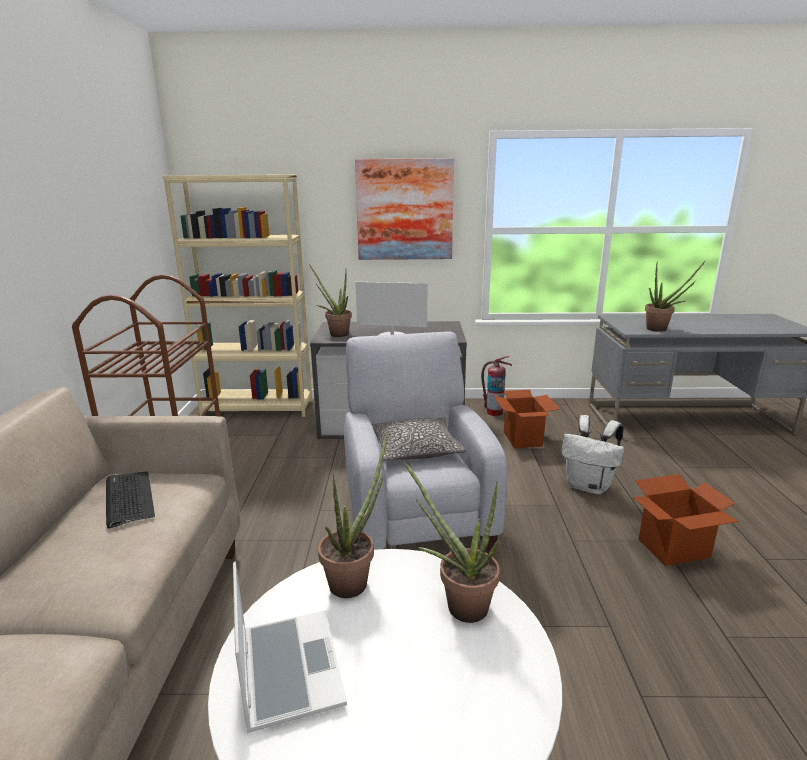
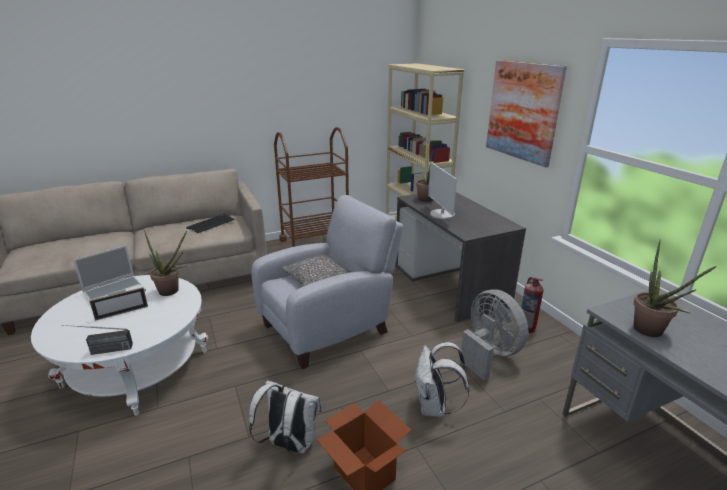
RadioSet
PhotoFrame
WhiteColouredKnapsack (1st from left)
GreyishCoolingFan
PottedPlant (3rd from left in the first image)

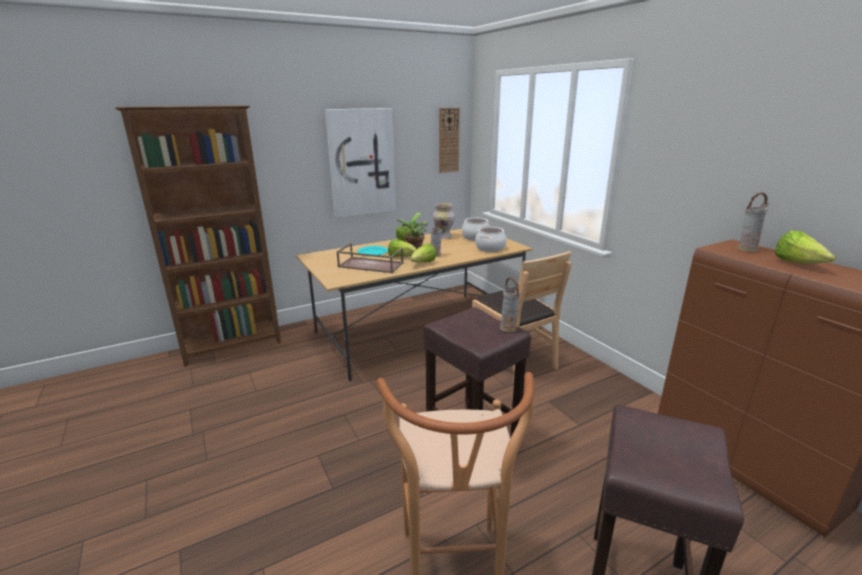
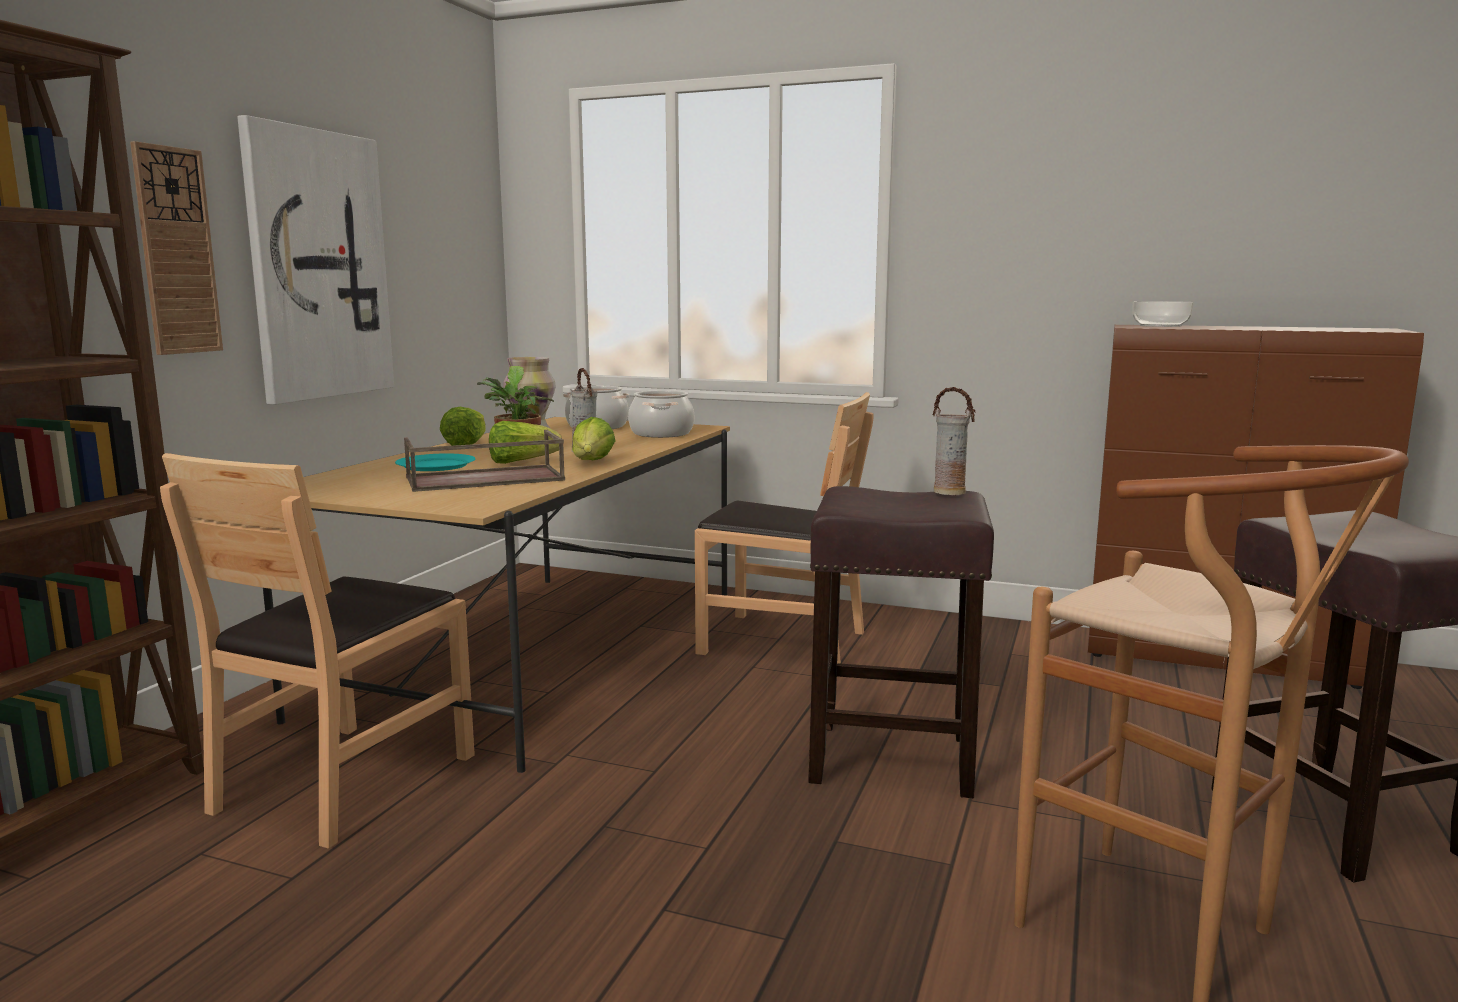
ClockOnTheWall
BrownChair (1st from left)
ServingBowl
LettuceHead (4th from left in the first image)

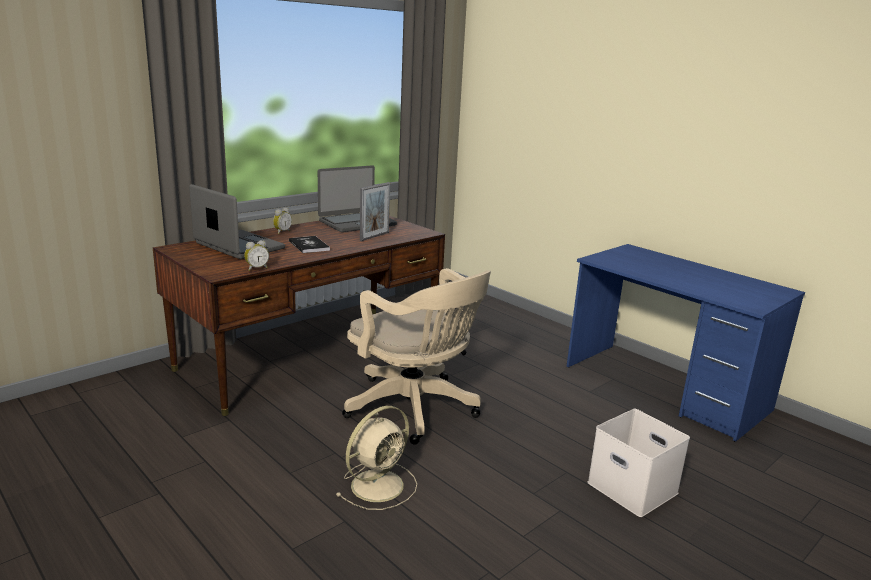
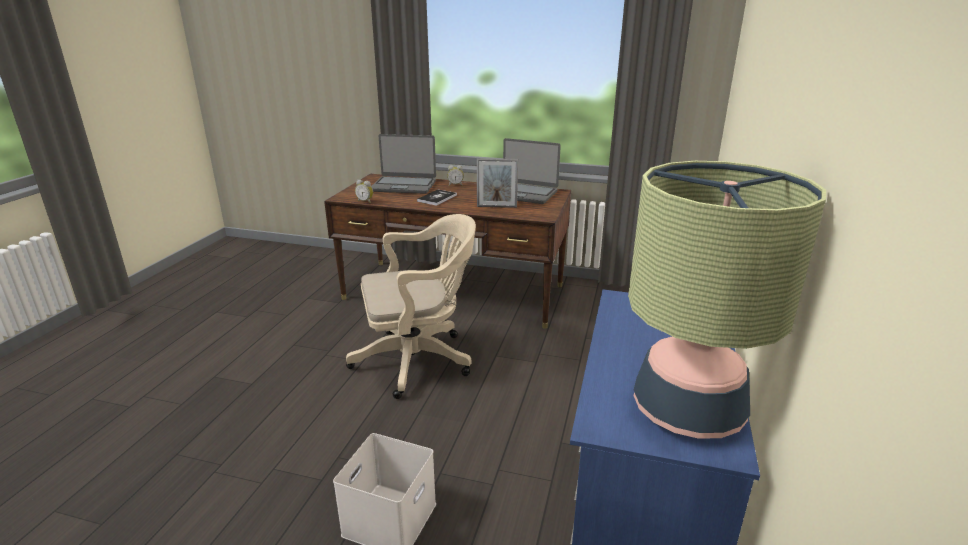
BeigeOfficeChair
NotebookComputer (1st from left)
LampForATable
BeigeCoolingFan

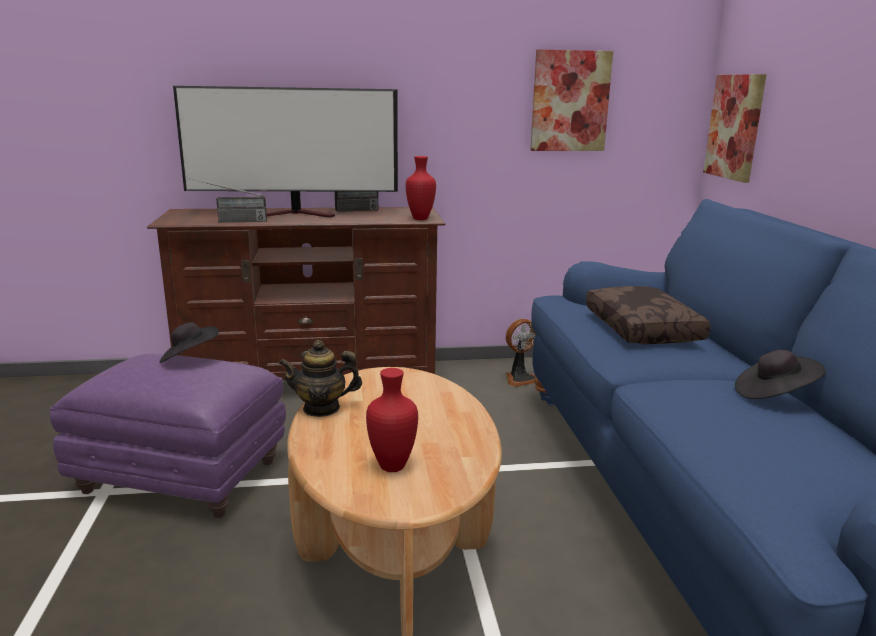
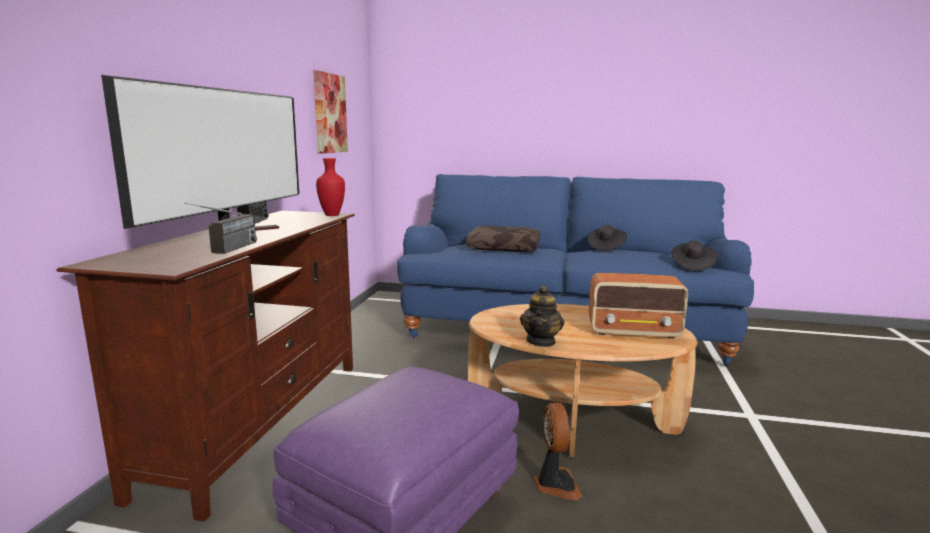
CoolingFan
RadioSet (3rd from left)
BlackishClothingHat (2nd from left)
WallPicture (2nd from left in the first image)

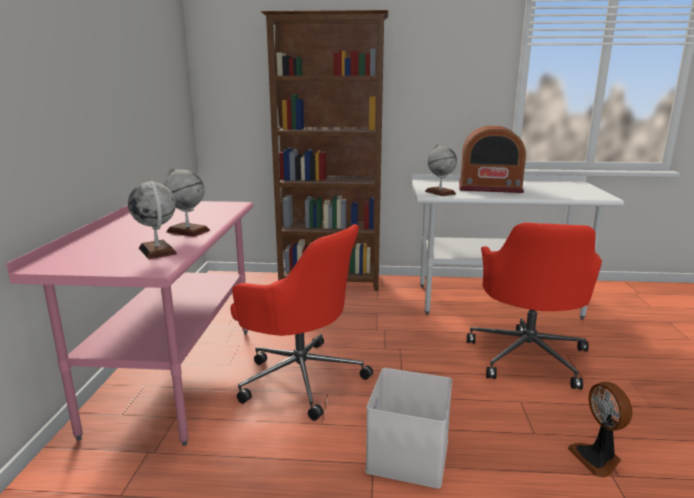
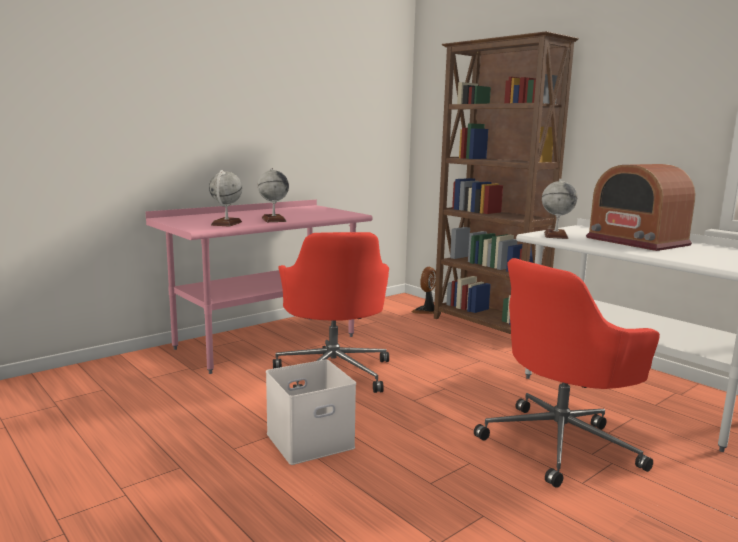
CoolingFan

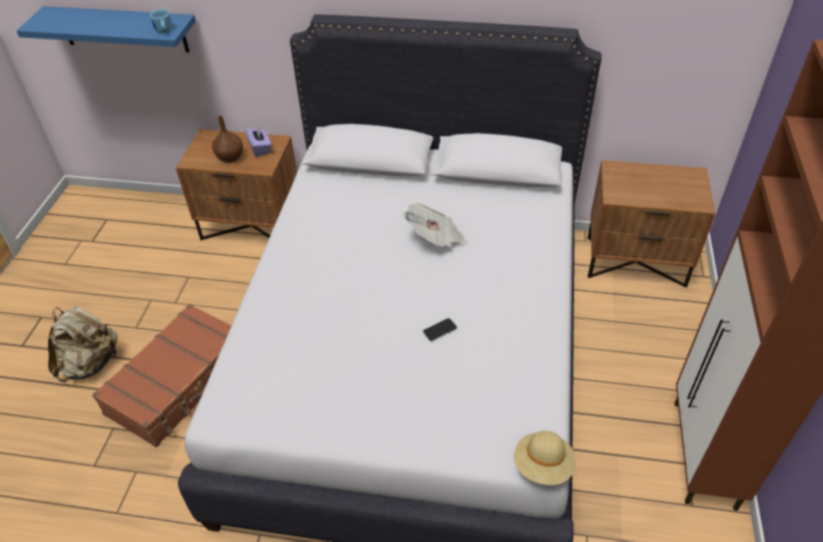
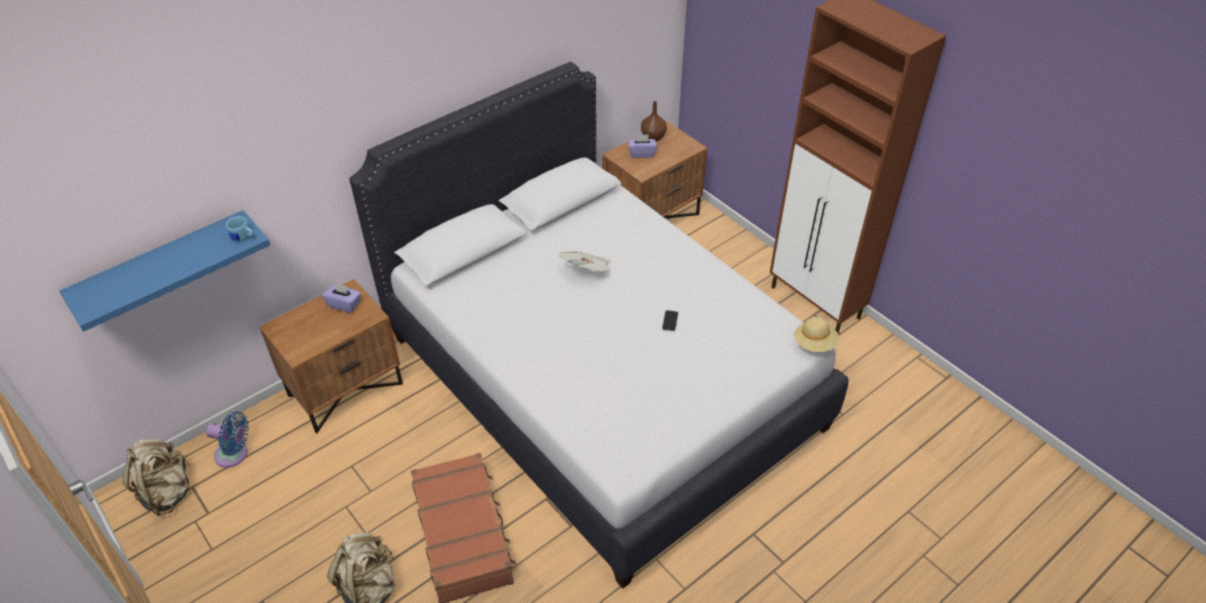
BeigeKnapsack (1st from left)
BlueCoolingFan
PurpleColouredTissueBox (2nd from left)
BrownFlowerVase

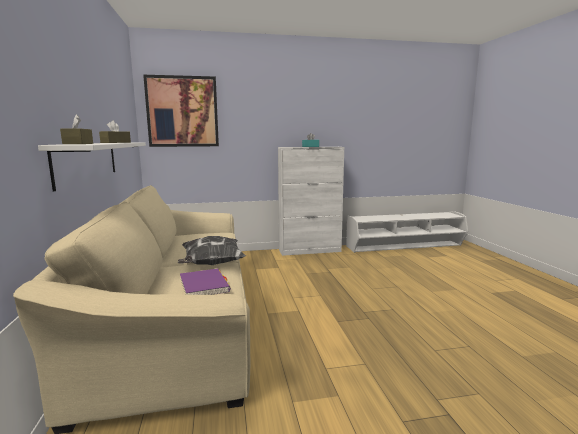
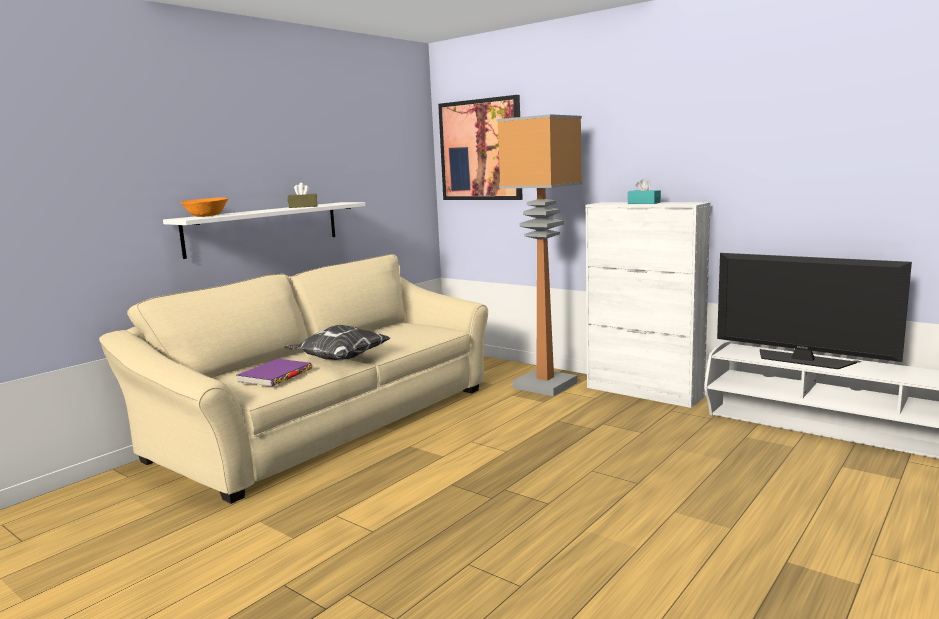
OrangeColouredServingBowl
StandingLamp
Television

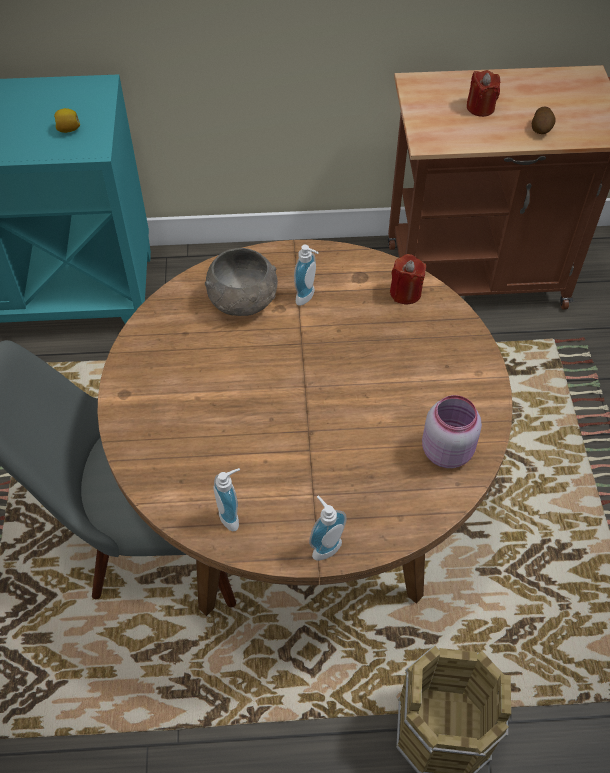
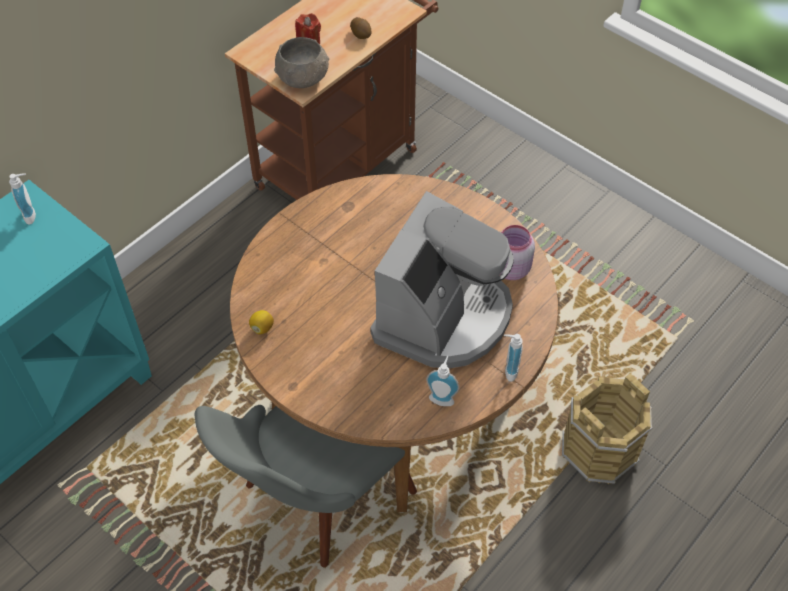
LiquidSoapBottle (1st from left)
CitrusFruit
GreyishServingBowl
CoffeeBrewer
RedColouredCandle (1st from left in the first image)

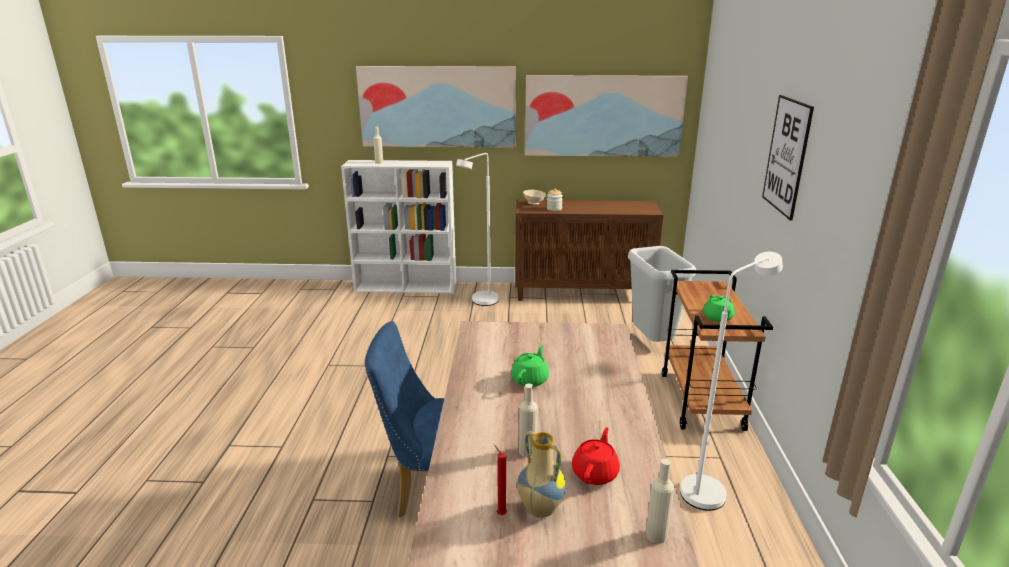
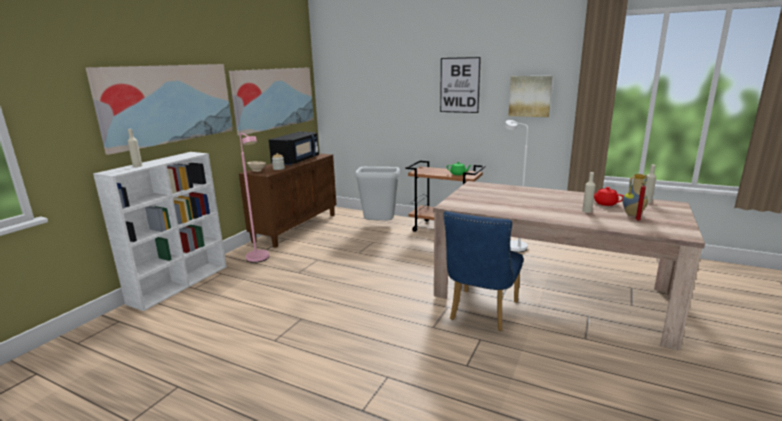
PinkStandingLamp
BlackishMicrowave
WallPicture (4th from left)
GreenishPotForTea (1st from left in the first image)

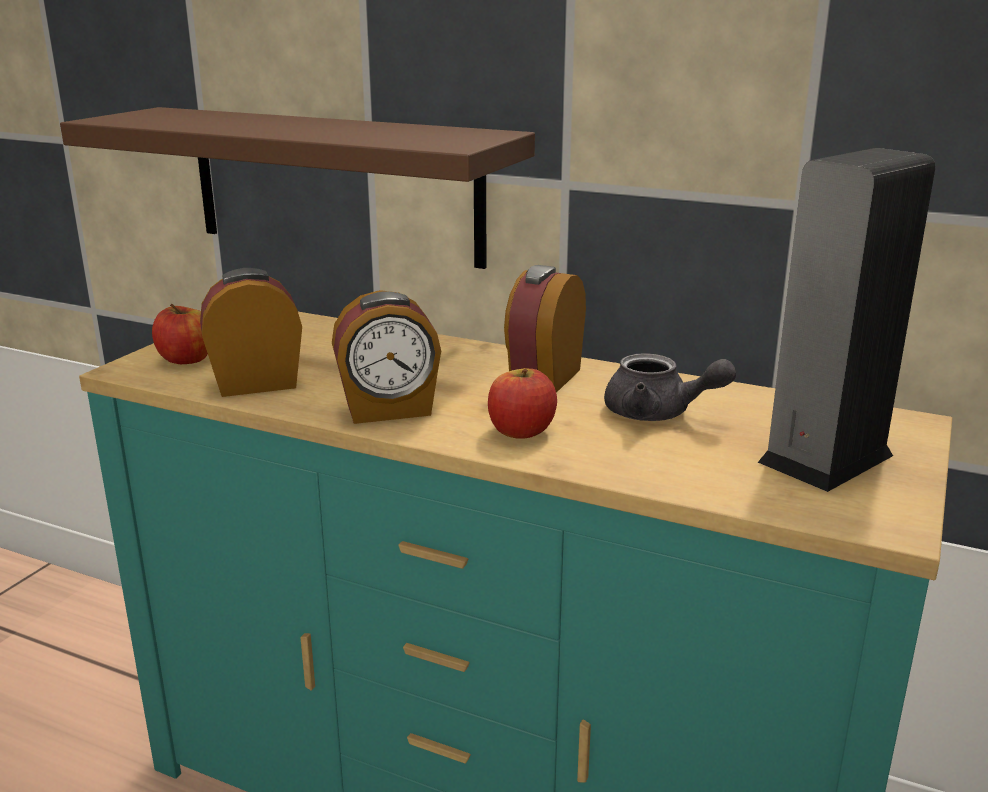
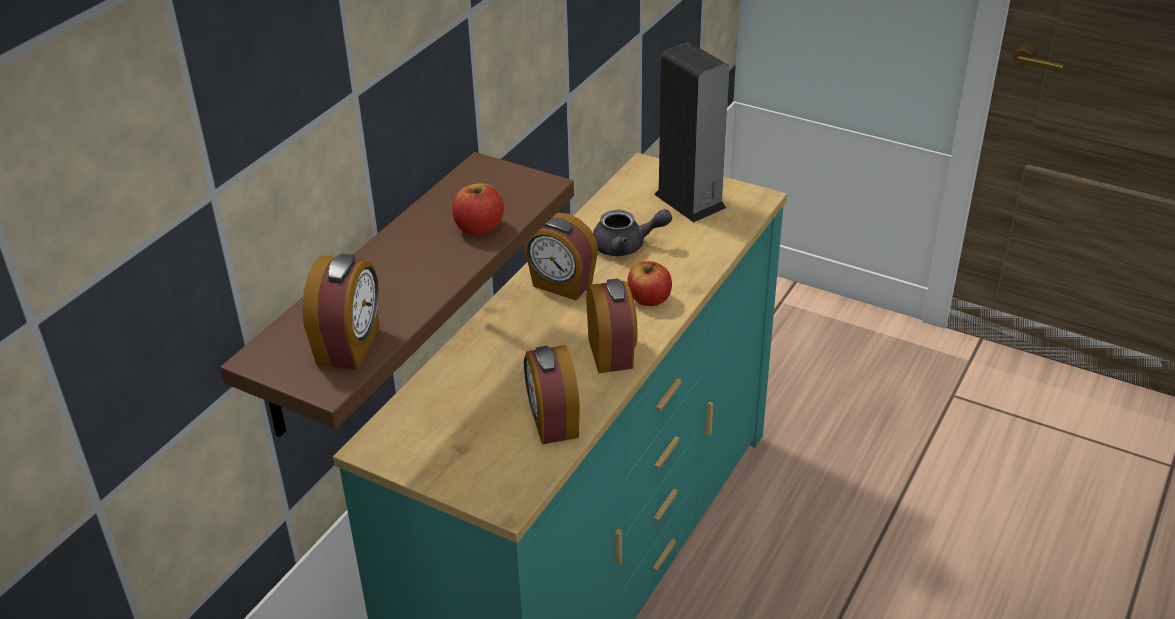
TableClock (1st from left)
Apple (1st from left)
GreyishPotForTea

